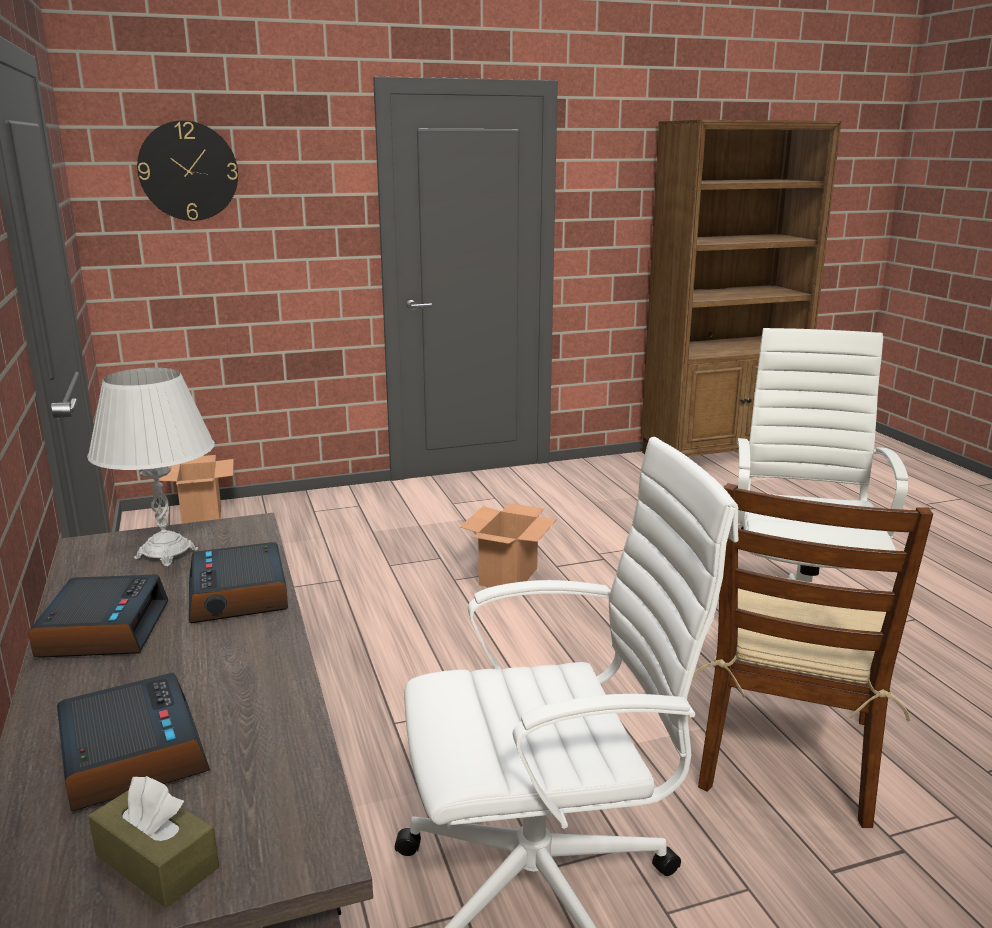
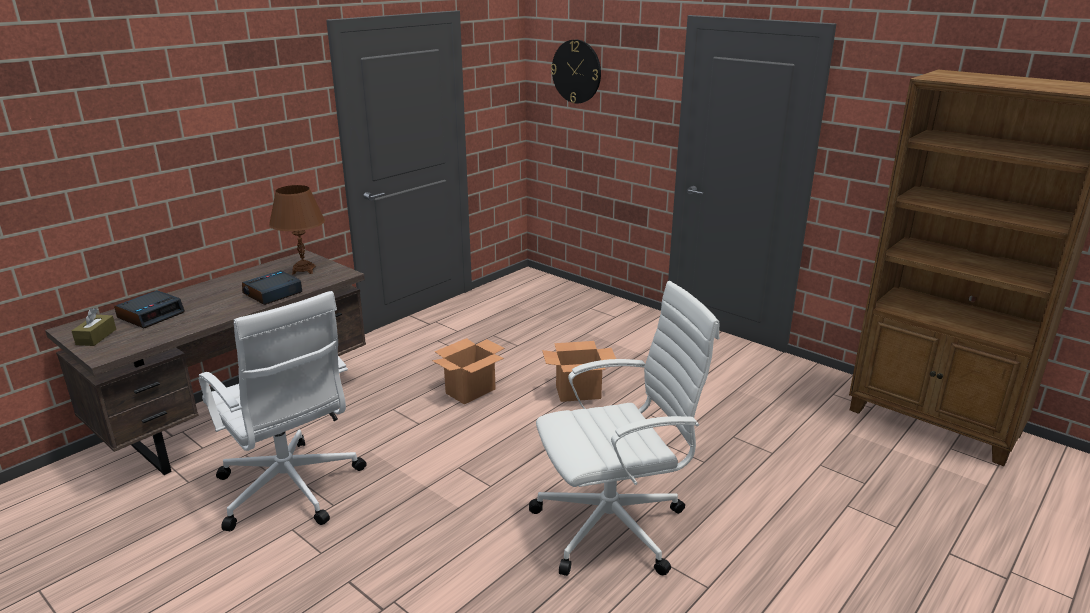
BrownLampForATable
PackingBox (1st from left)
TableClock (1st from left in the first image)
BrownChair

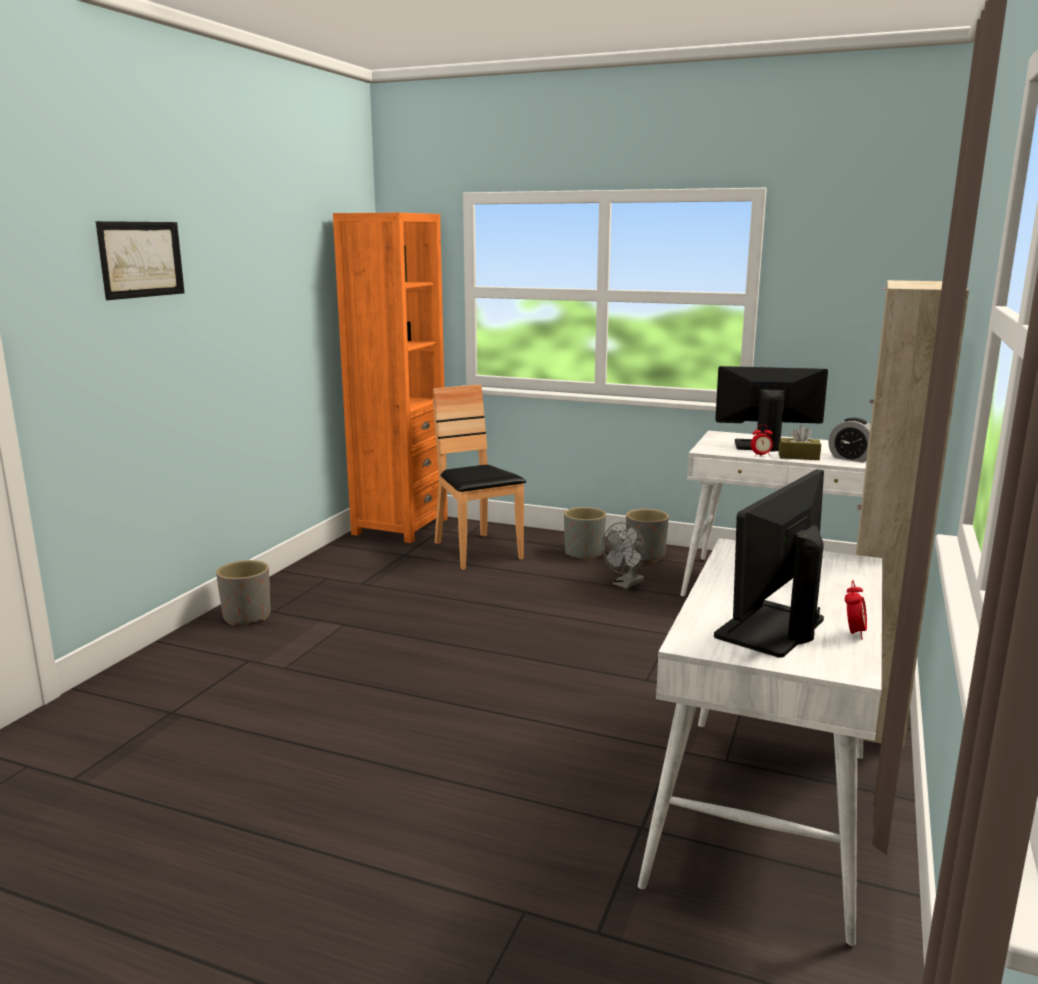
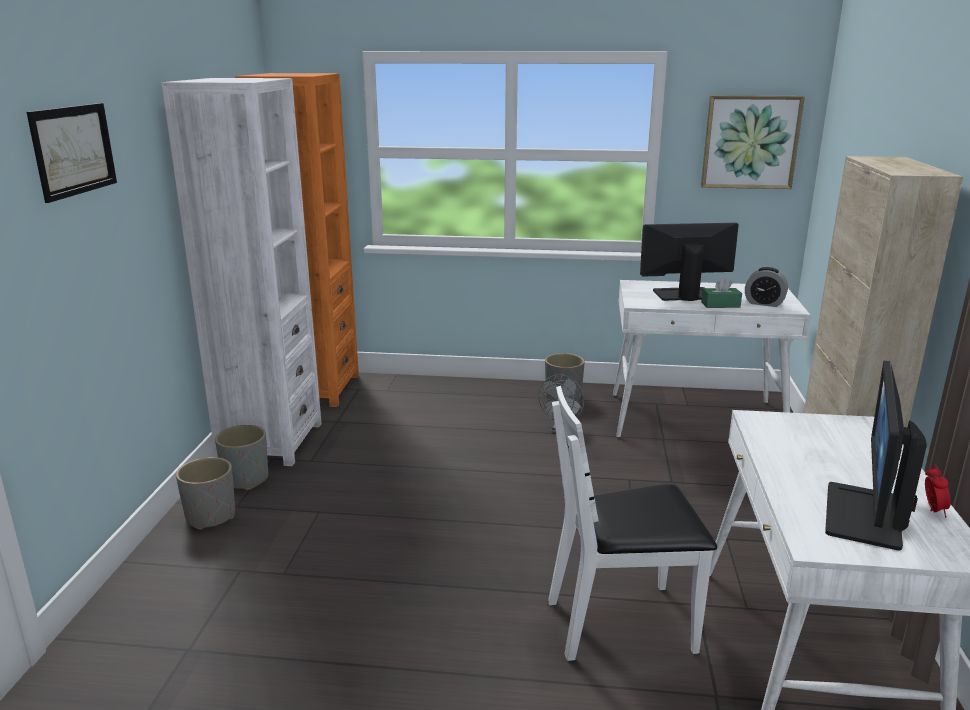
WhiteColouredShelvingUnit
GreyishFlowerPot (2nd from left)
WhiteColouredChair
WallPicture (2nd from left)
GreenishTissueBox
BrownChair
TableClock (1st from left in the first image)

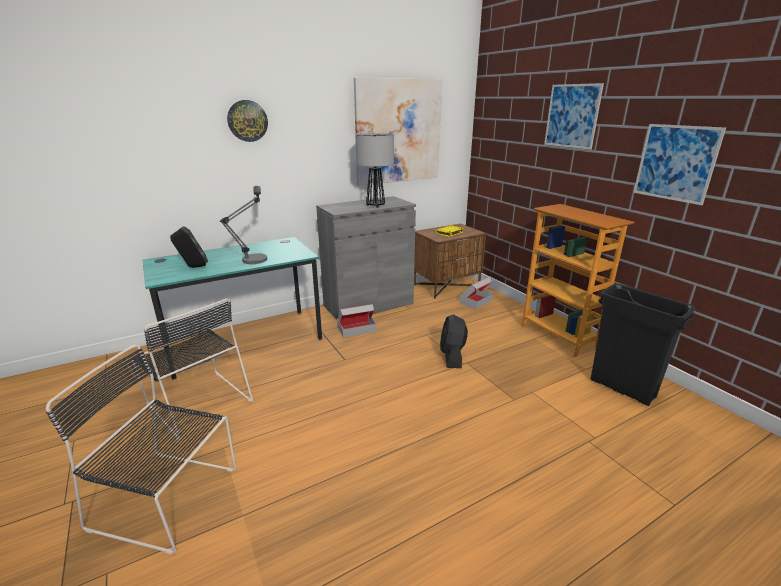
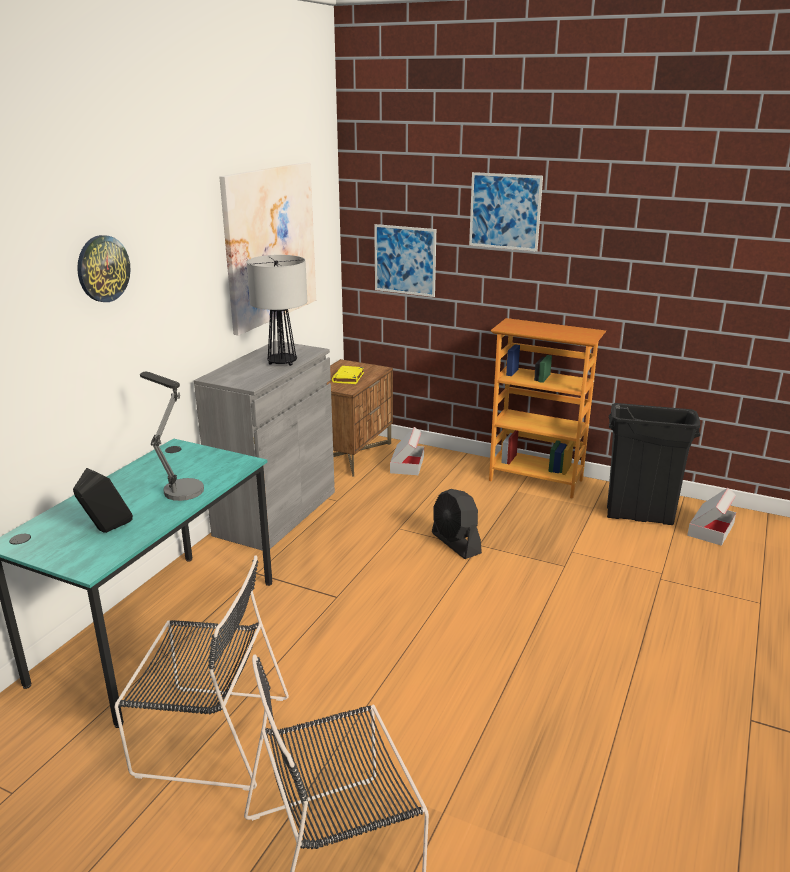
WallPicture (2nd from left)
PackingBox (2nd from left)

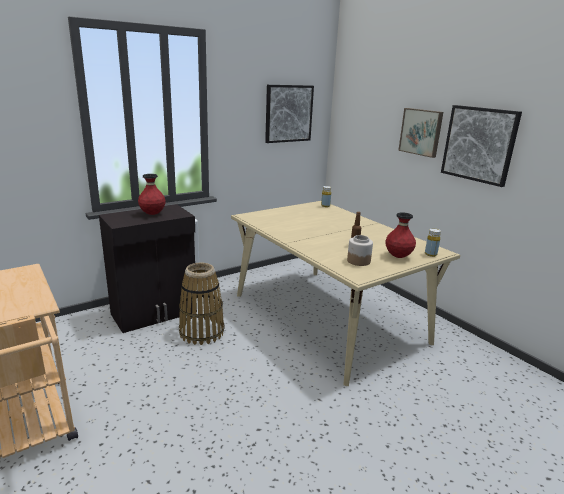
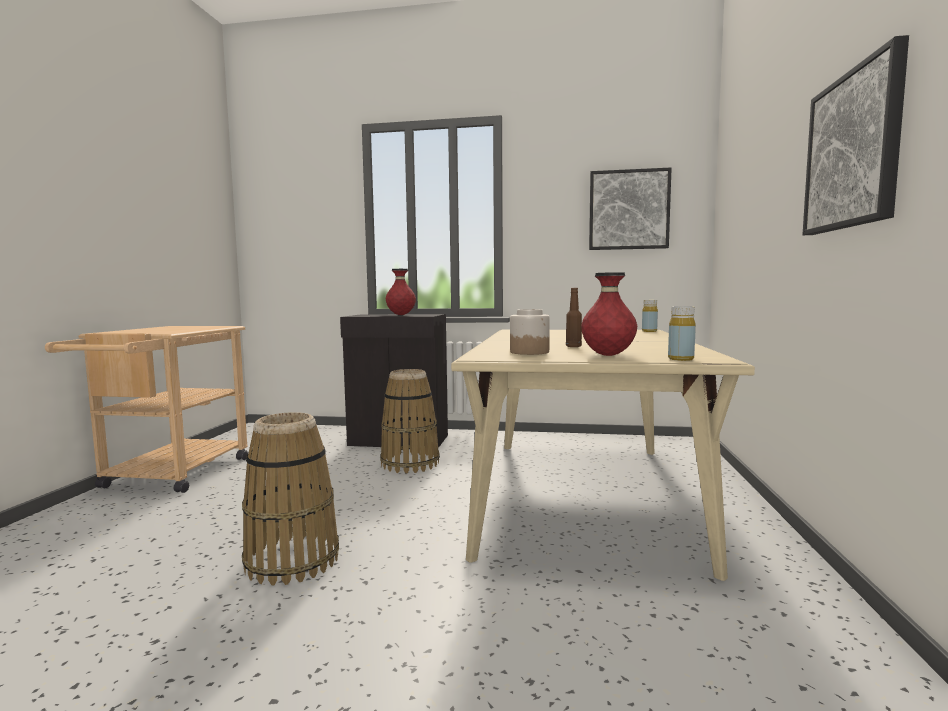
StorageBasket (1st from left)
WallPicture (2nd from left in the first image)

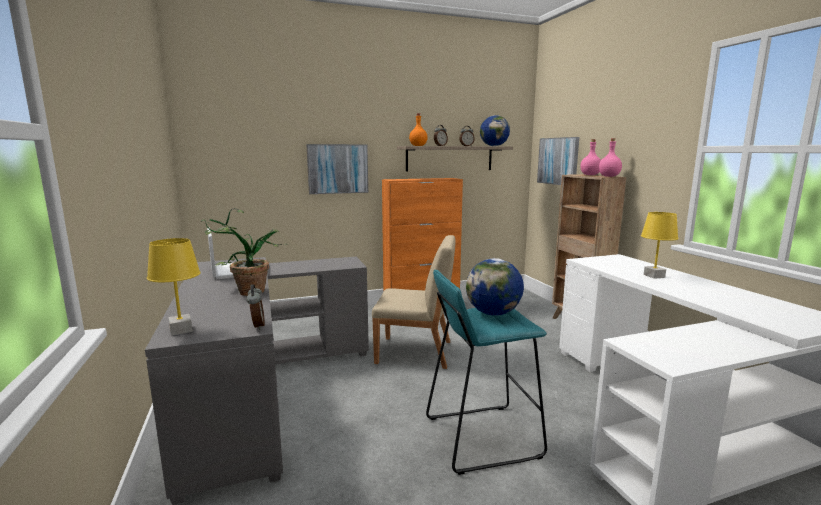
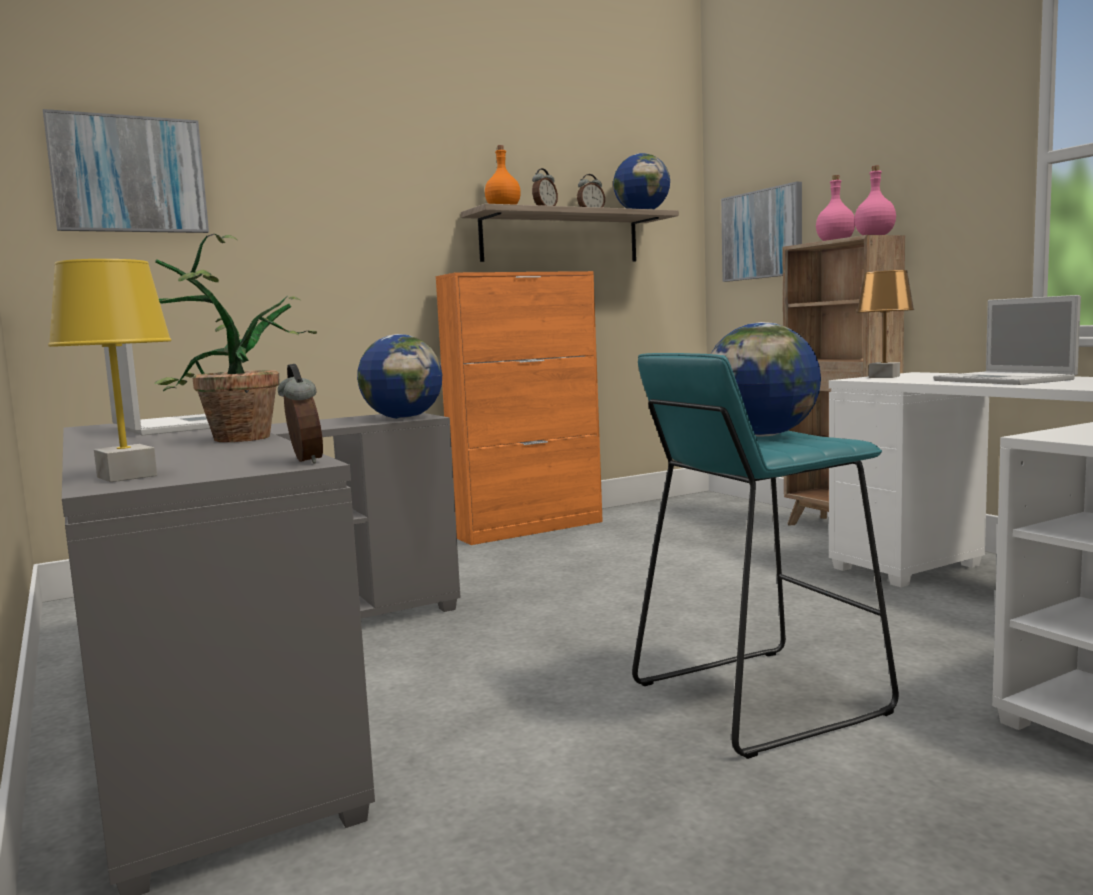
WallPicture (1st from left)
WorldGlobe (1st from left)
BrownLampForATable
NotebookComputer (2nd from left)
BeigeChair

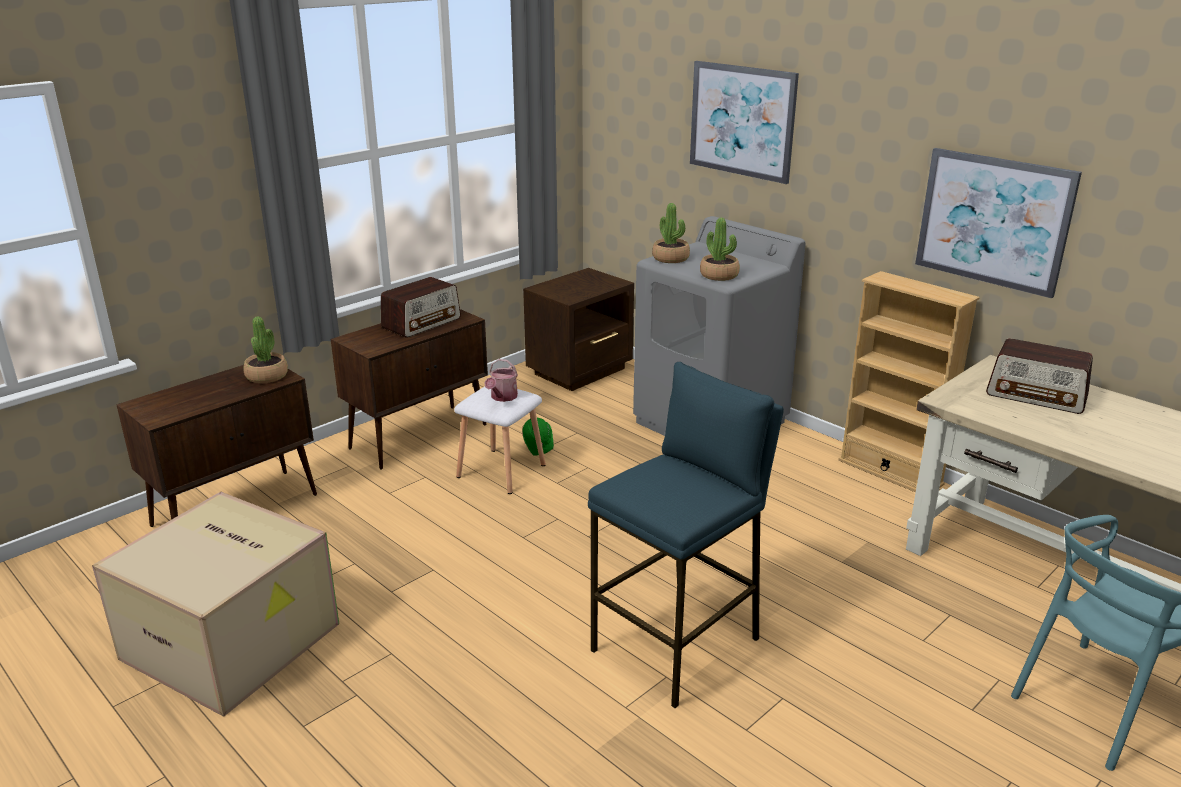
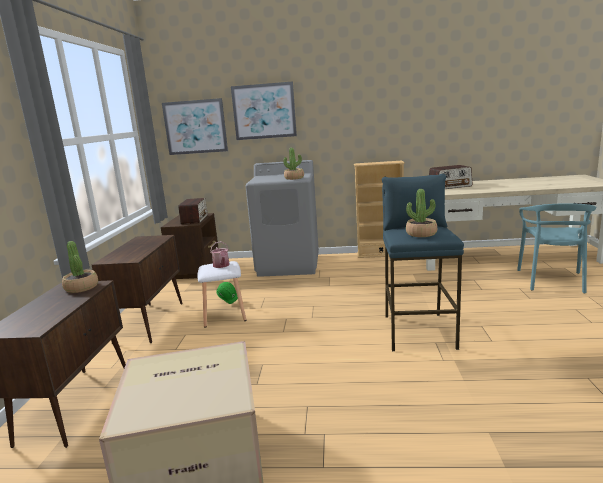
WallPicture (1st from left)
RadioSet (1st from left)
PottedPlant (3rd from left)

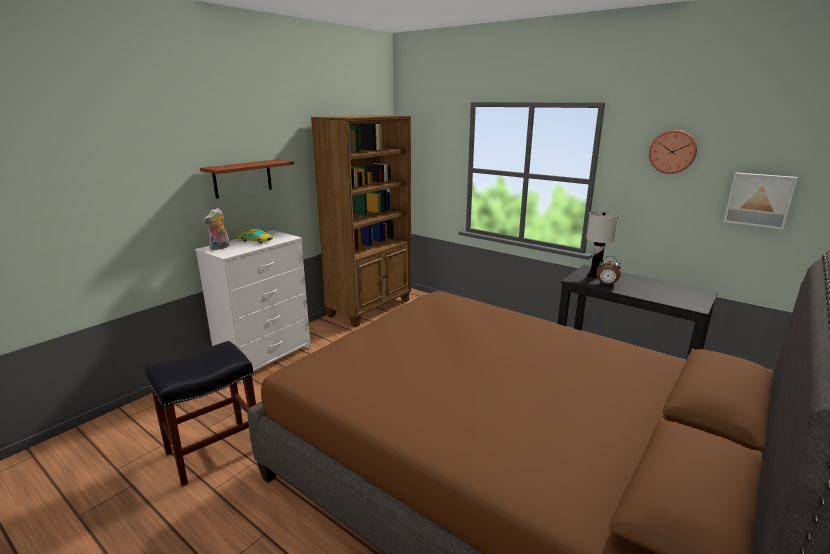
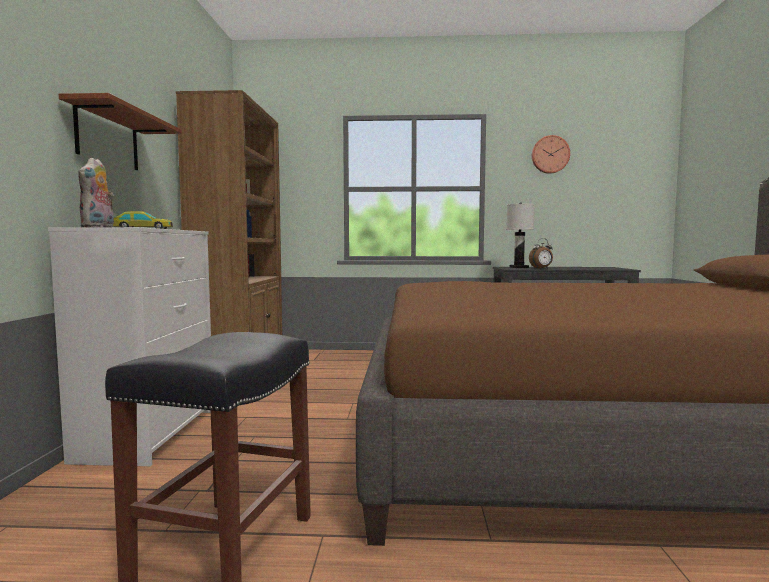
WallPicture

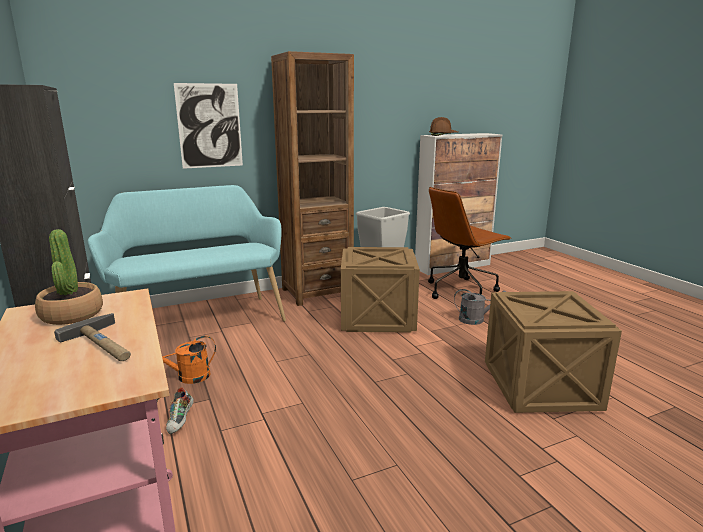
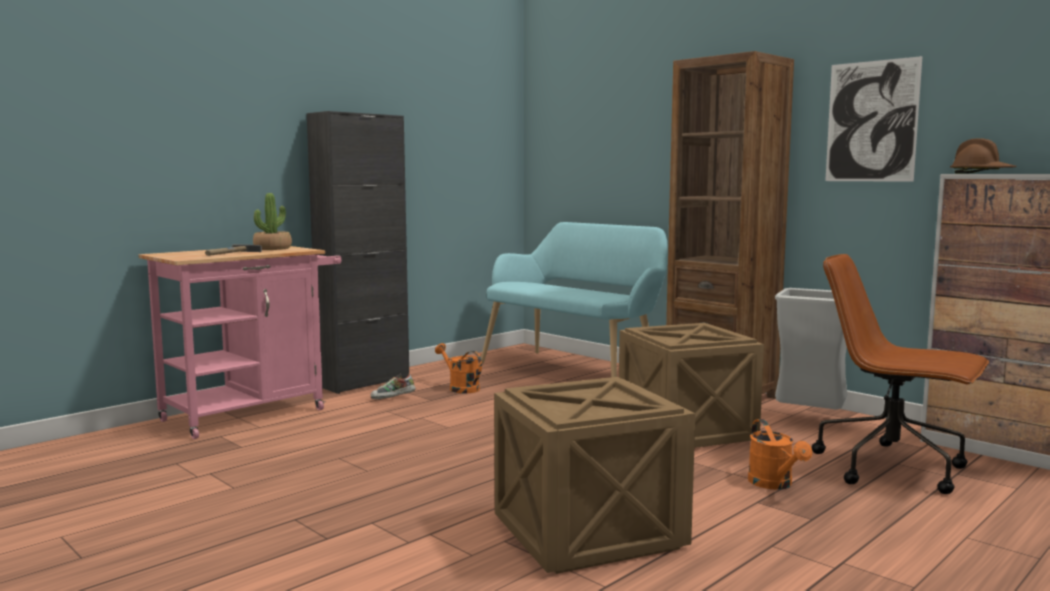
OrangeColouredWateringCan (2nd from left)
WallPicture

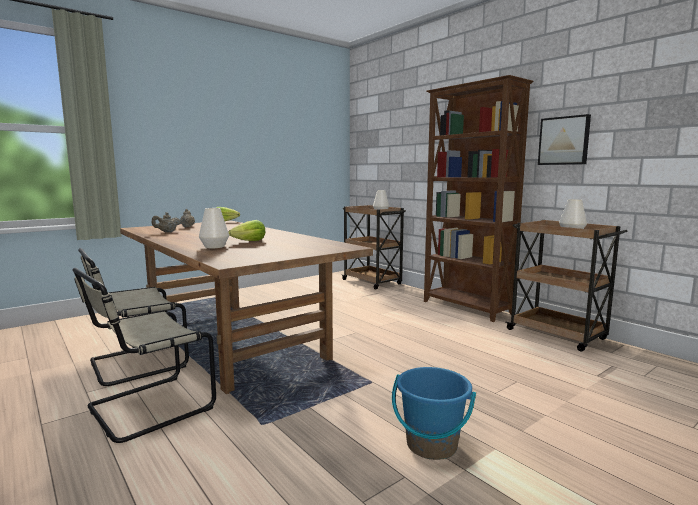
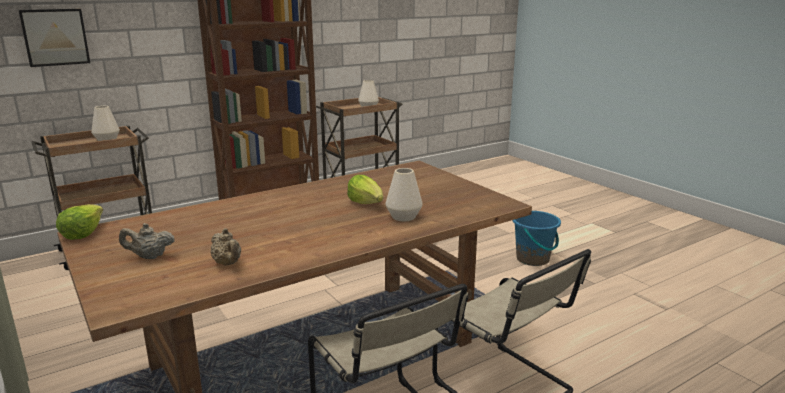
WallPicture

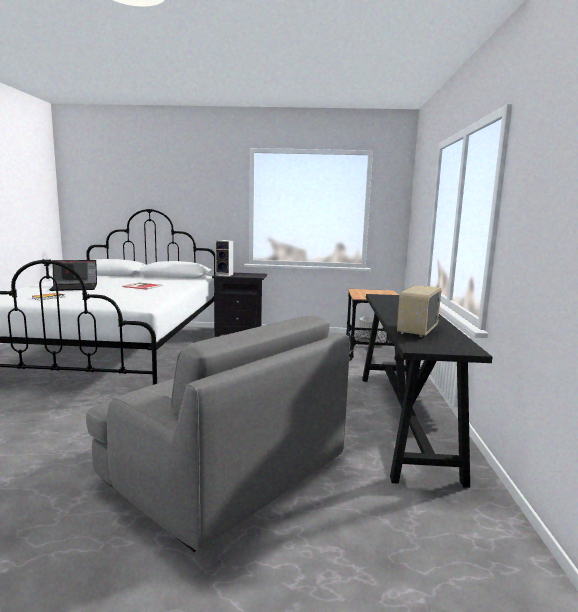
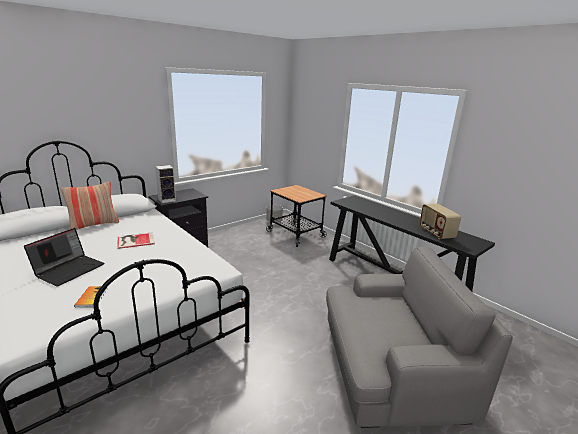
Cushion

